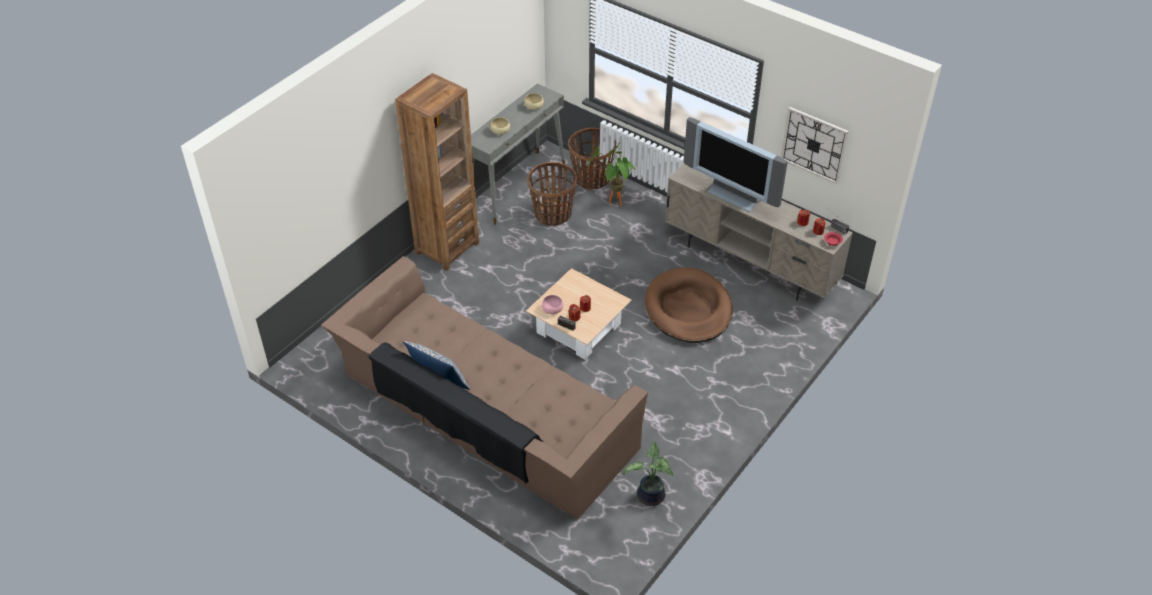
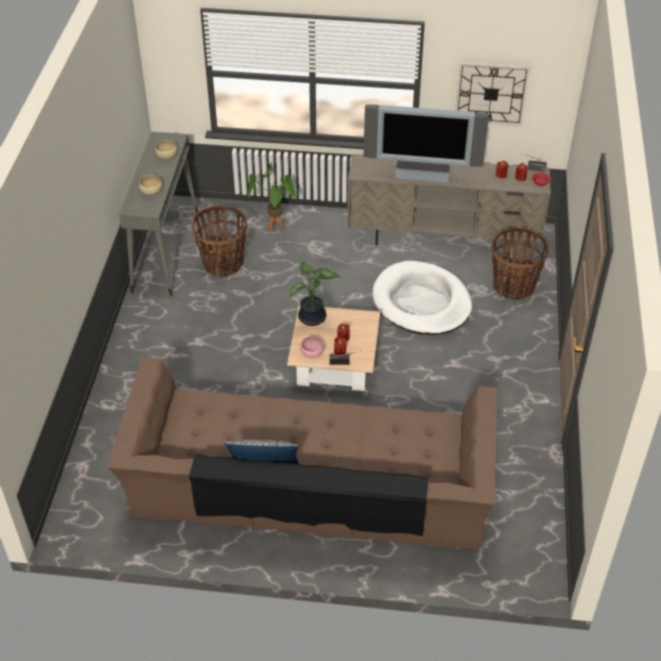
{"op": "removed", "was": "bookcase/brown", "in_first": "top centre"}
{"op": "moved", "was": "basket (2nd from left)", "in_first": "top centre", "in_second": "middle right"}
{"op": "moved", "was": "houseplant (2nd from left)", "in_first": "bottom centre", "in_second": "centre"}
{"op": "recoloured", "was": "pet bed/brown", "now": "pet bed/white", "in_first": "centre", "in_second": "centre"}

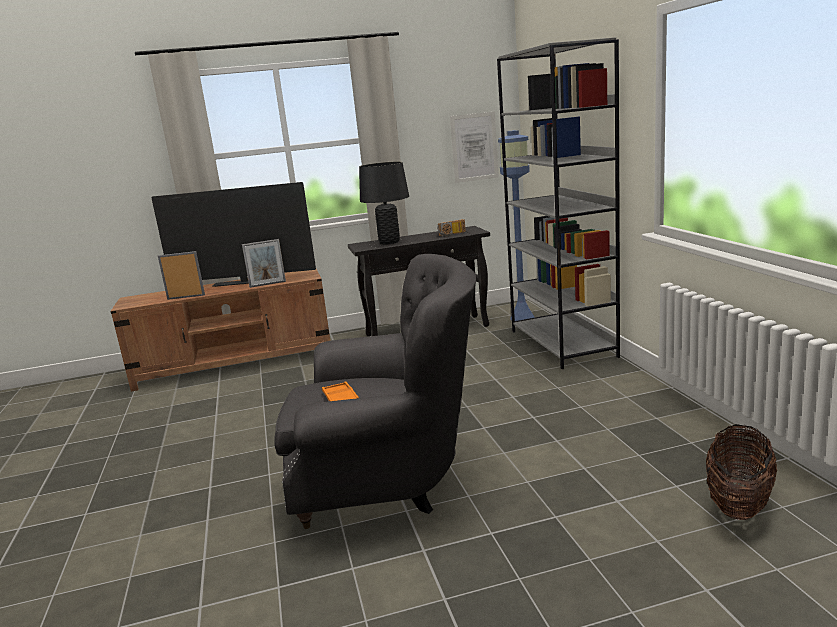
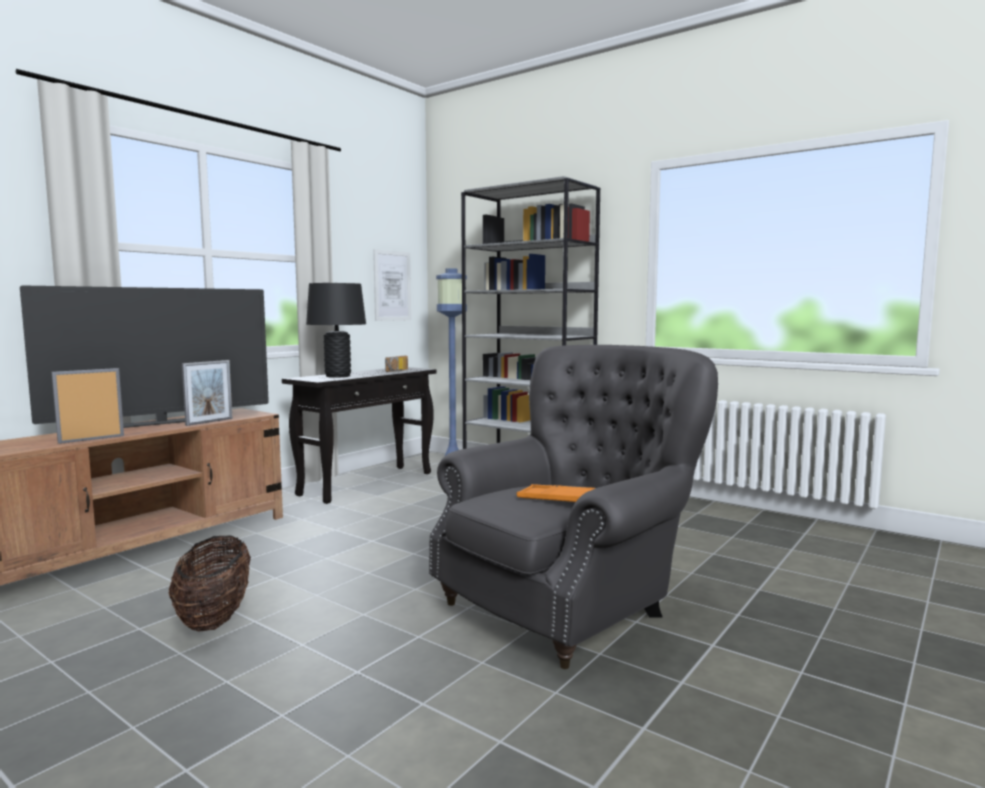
{"op": "moved", "was": "basket", "in_first": "bottom right", "in_second": "bottom left"}

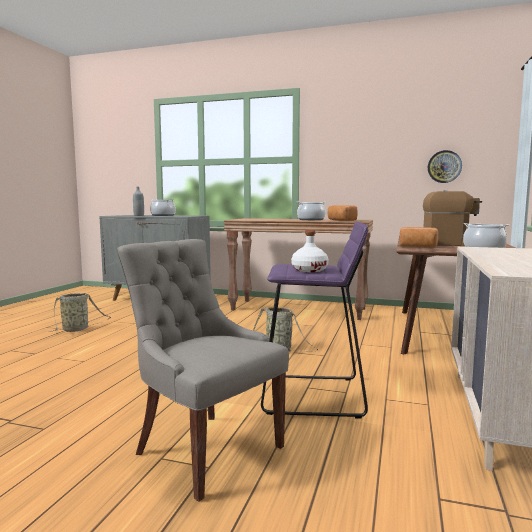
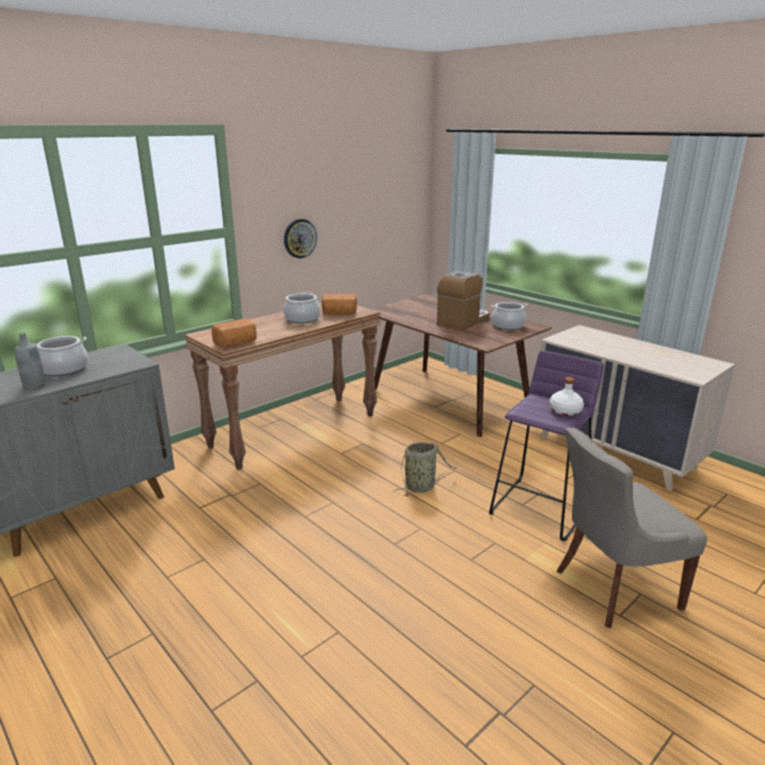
{"op": "removed", "was": "basket (1st from left)", "in_first": "middle left"}
{"op": "moved", "was": "baked bread (2nd from left in the first image)", "now": "baked bread (1st from left)", "in_first": "middle right", "in_second": "middle left"}
{"op": "moved", "was": "wall clock", "in_first": "top right", "in_second": "top centre"}

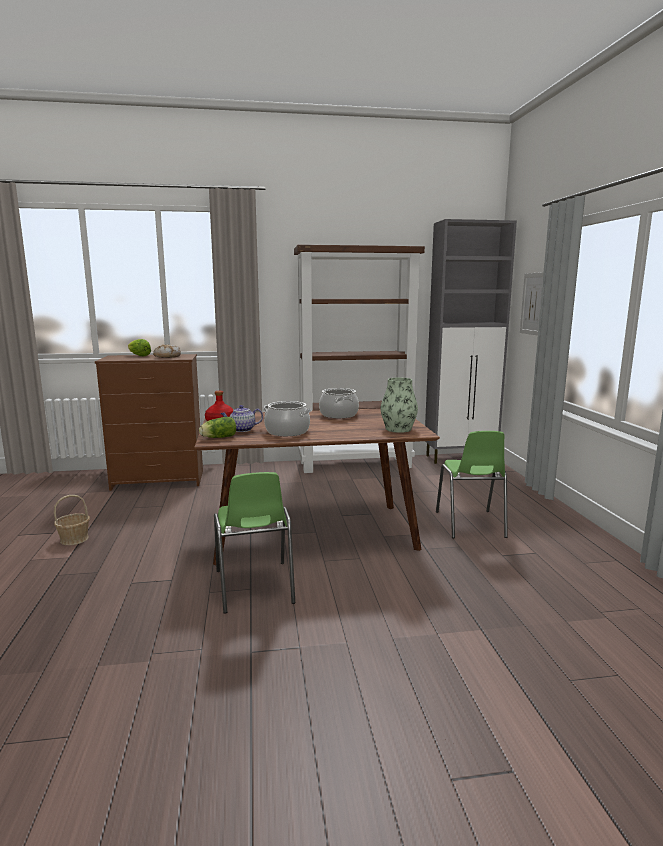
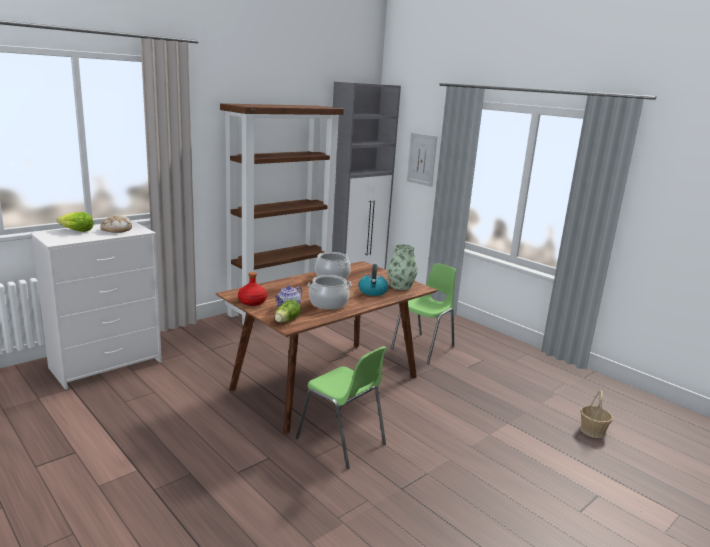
{"op": "added", "now": "water kettle", "in_second": "centre"}
{"op": "moved", "was": "basket", "in_first": "middle left", "in_second": "bottom right"}
{"op": "recoloured", "was": "chest of drawers/brown", "now": "chest of drawers/white", "in_first": "middle left", "in_second": "middle left"}
{"op": "turned", "was": "chair/greenish (2nd from left)", "in_first": "middle right", "in_second": "centre", "clockwise": -105}

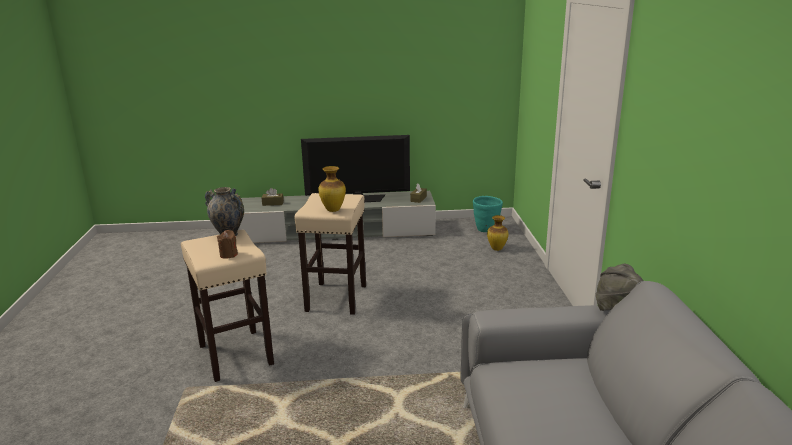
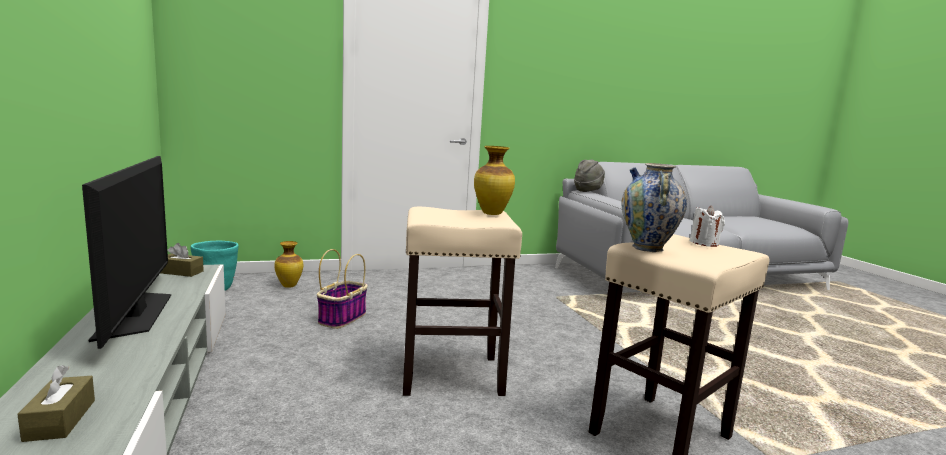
{"op": "added", "now": "basket", "in_second": "centre"}
{"op": "recoloured", "was": "candle/brown", "now": "candle/white", "in_first": "middle left", "in_second": "middle right"}

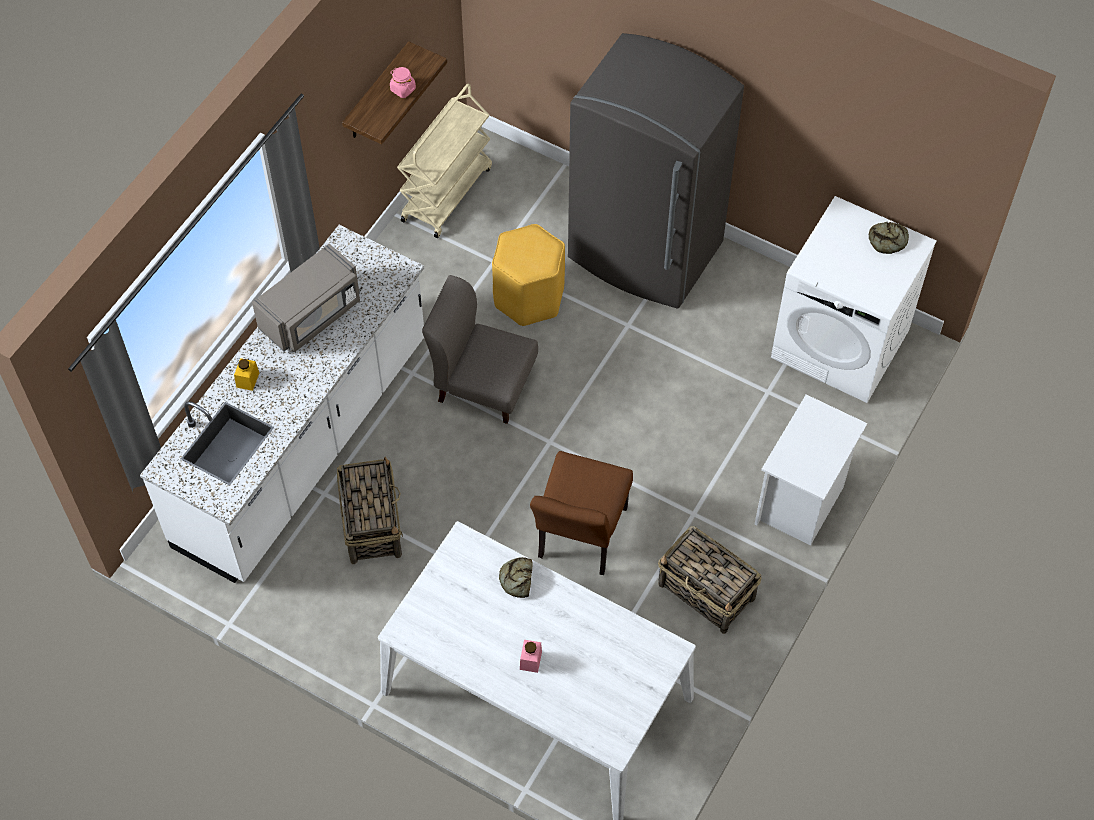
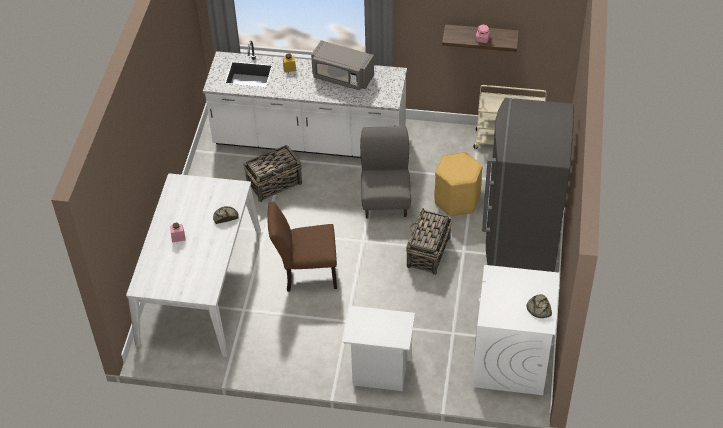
{"op": "moved", "was": "basket (2nd from left)", "in_first": "bottom centre", "in_second": "centre"}

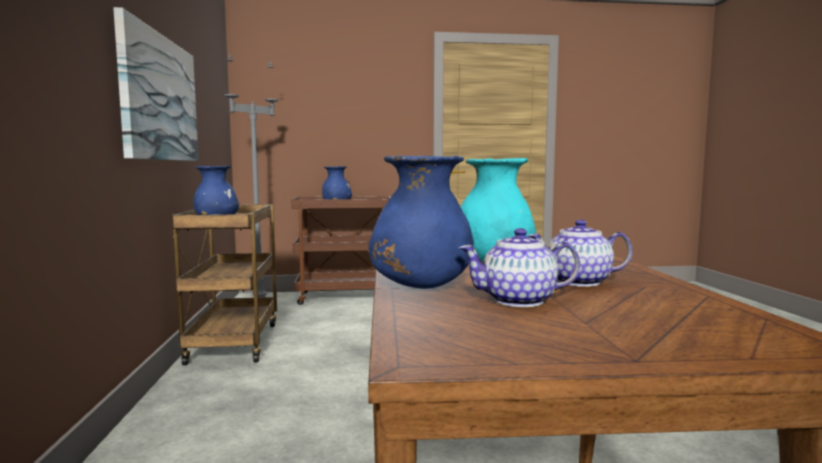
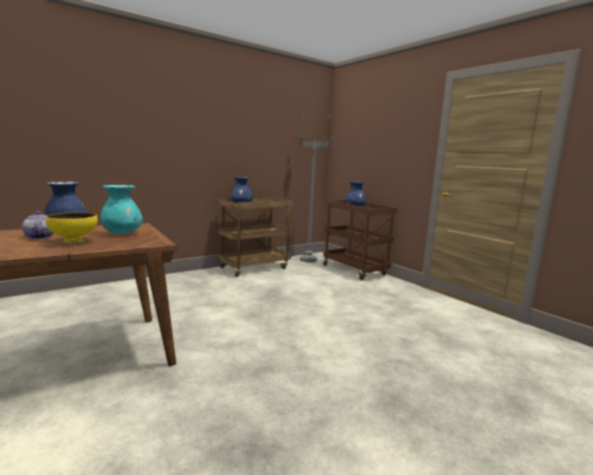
{"op": "removed", "was": "wall picture", "in_first": "top left"}
{"op": "replaced", "was": "tea pot (2nd from left)", "now": "deep dish/yellow-coloured", "in_first": "middle right", "in_second": "middle left"}

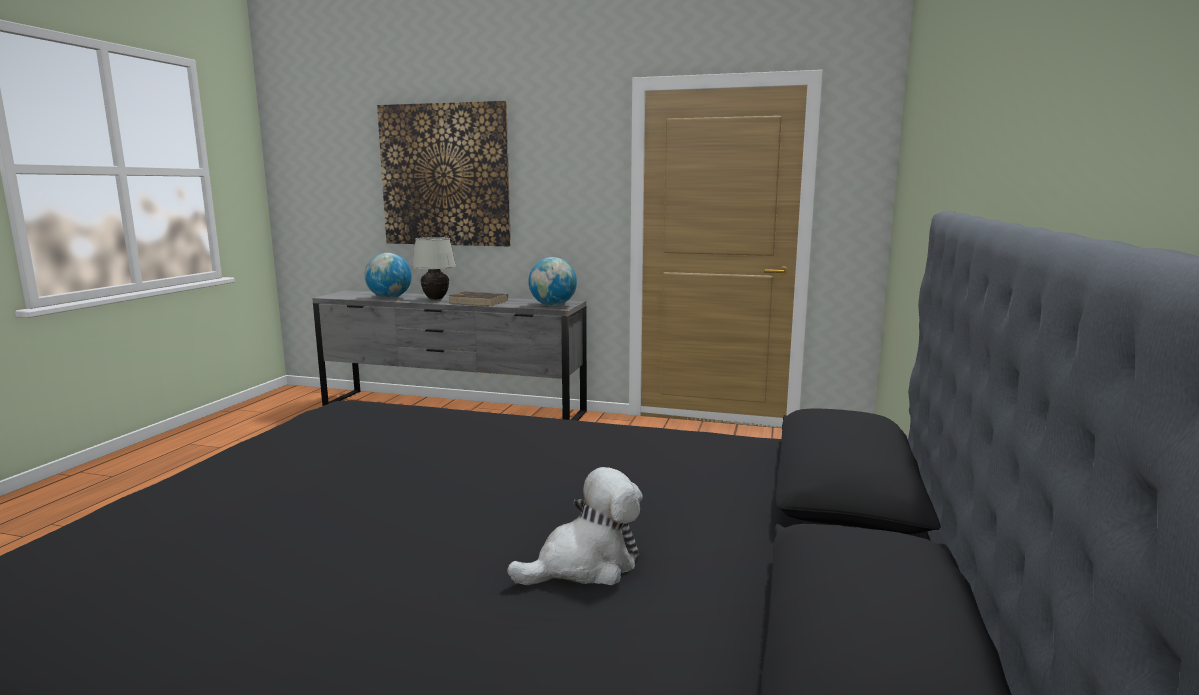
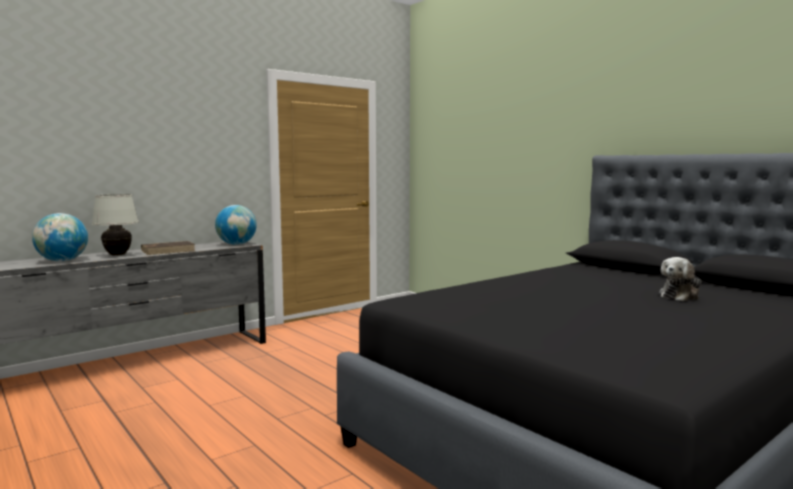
{"op": "removed", "was": "wall picture", "in_first": "top centre"}
{"op": "turned", "was": "soft toy", "in_first": "bottom centre", "in_second": "middle right", "clockwise": -135}

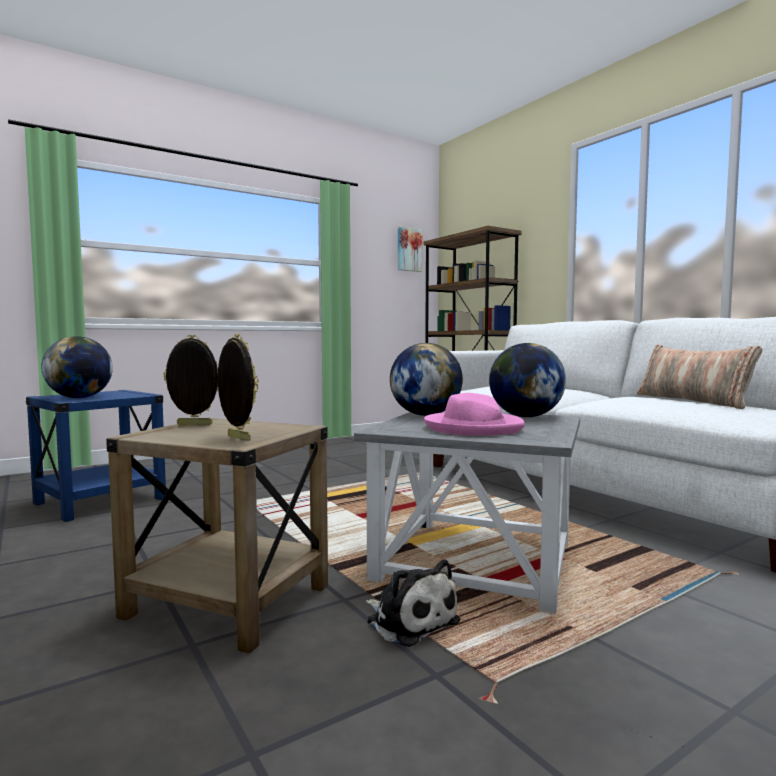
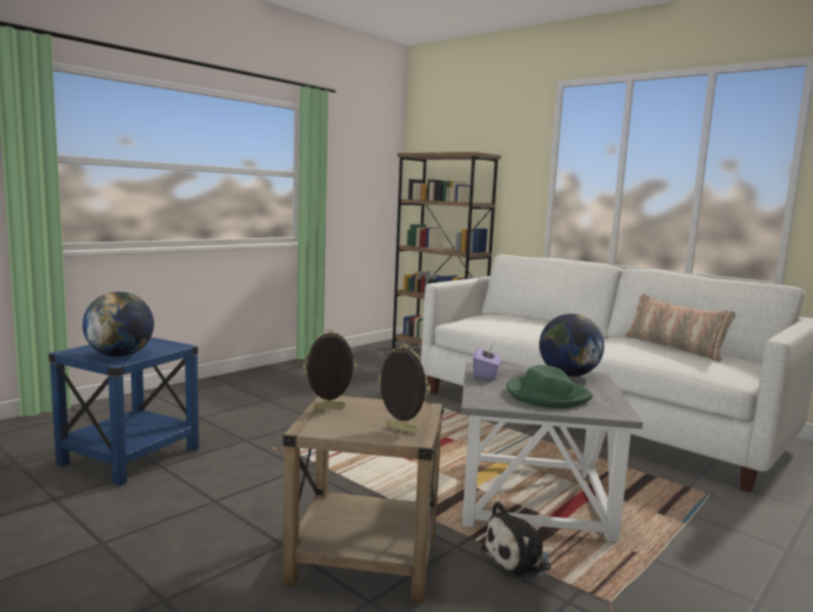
{"op": "removed", "was": "wall picture", "in_first": "top centre"}
{"op": "replaced", "was": "globe (2nd from left)", "now": "box of tissues/purple", "in_first": "centre", "in_second": "centre"}
{"op": "recoloured", "was": "wearable hat/pink", "now": "wearable hat/greenish", "in_first": "centre", "in_second": "middle right"}
{"op": "turned", "was": "soft toy", "in_first": "bottom centre", "in_second": "bottom centre", "clockwise": 120}

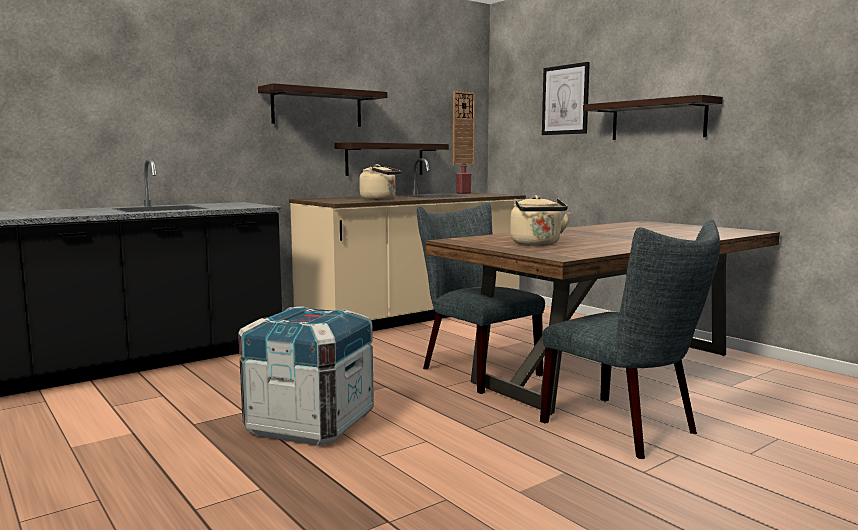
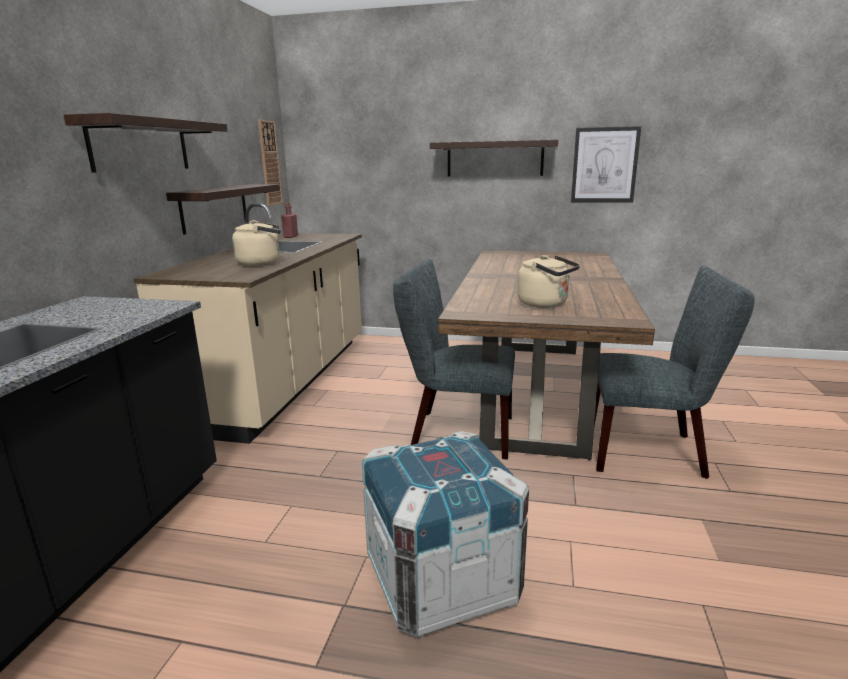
{"op": "moved", "was": "wall picture", "in_first": "top centre", "in_second": "top right"}

